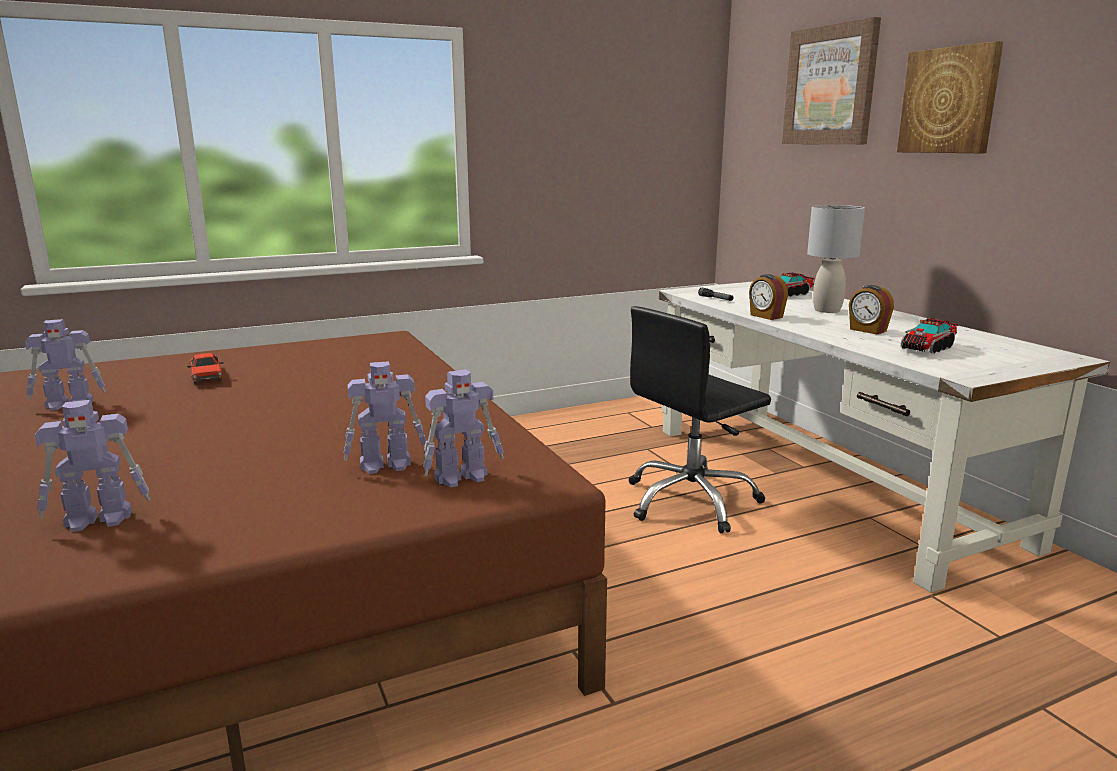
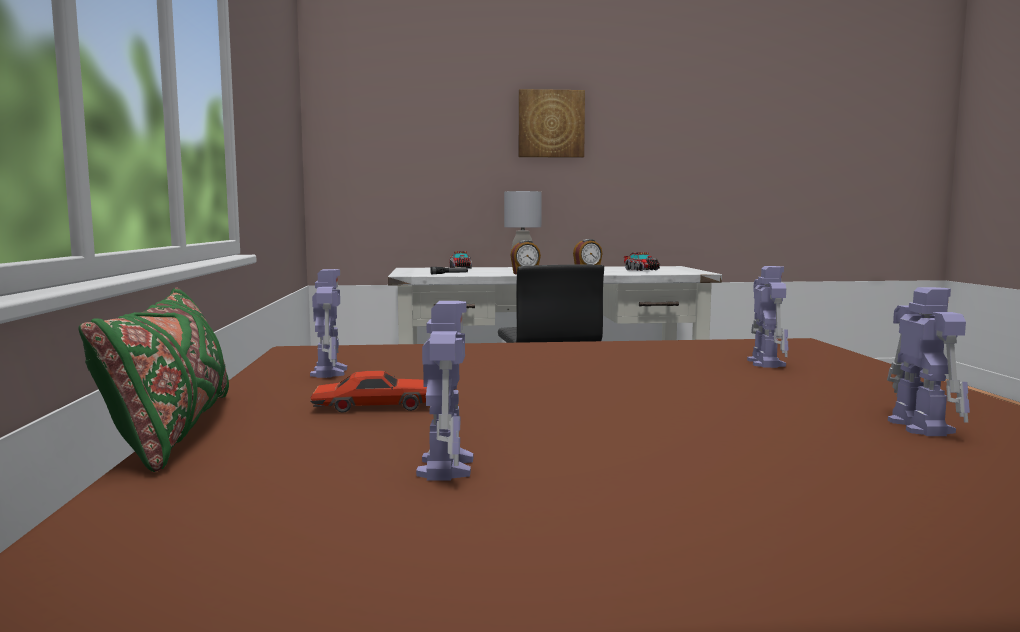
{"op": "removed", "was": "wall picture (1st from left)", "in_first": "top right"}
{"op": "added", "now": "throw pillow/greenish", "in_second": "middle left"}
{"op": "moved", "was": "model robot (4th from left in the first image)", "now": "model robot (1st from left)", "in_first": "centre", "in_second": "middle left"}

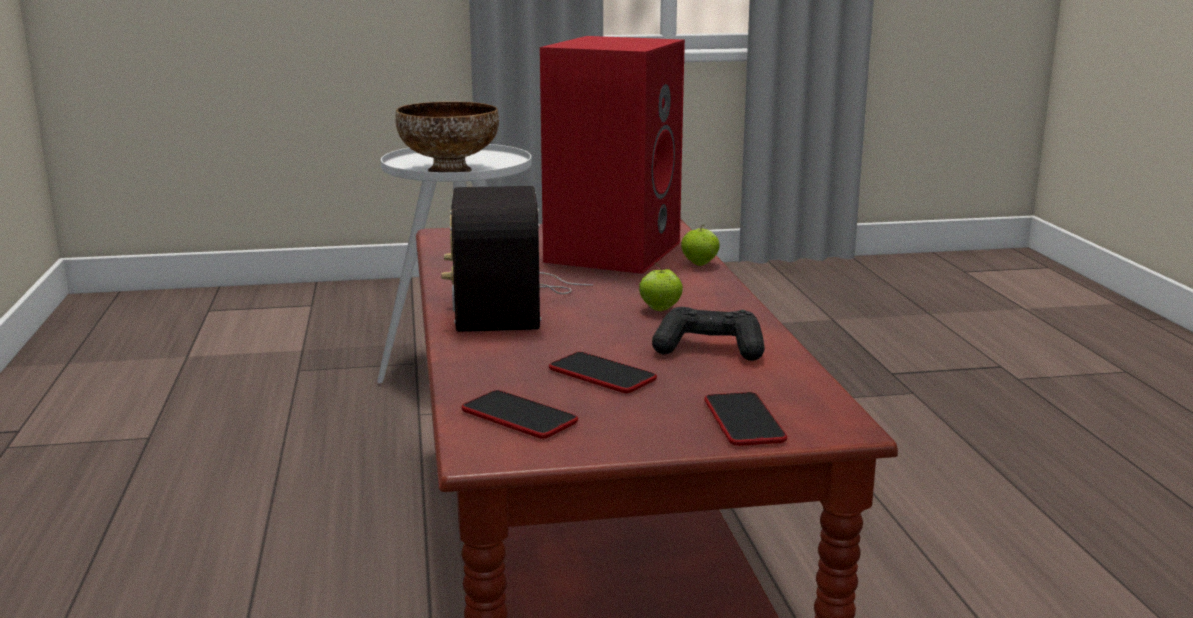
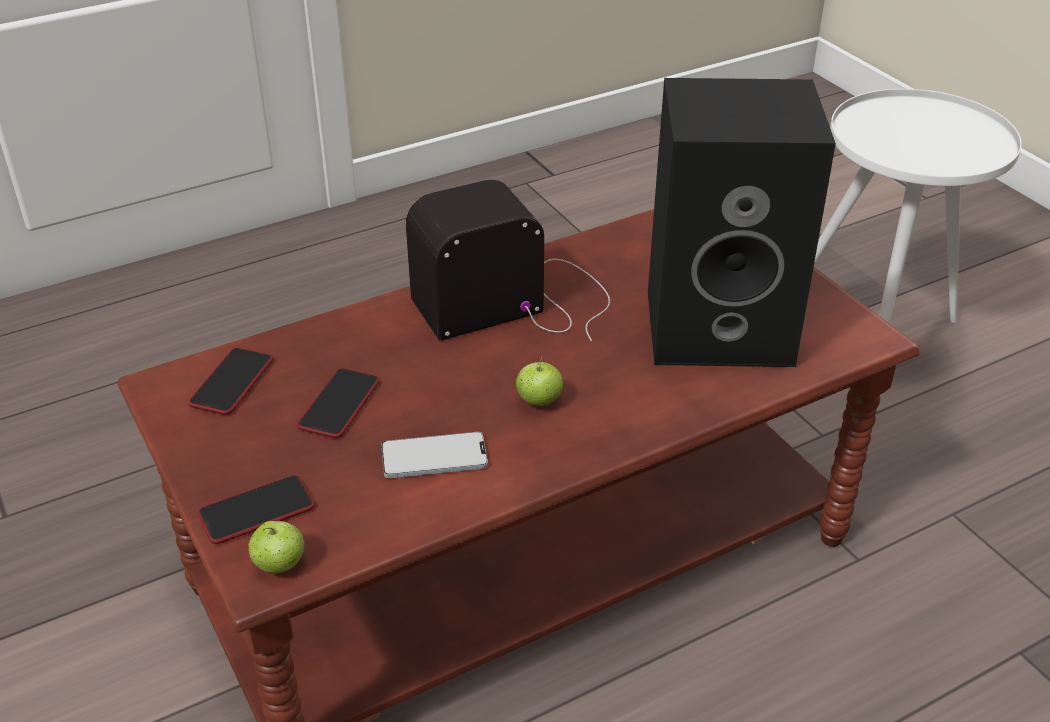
{"op": "removed", "was": "deep dish", "in_first": "top centre"}
{"op": "moved", "was": "apple fruit (2nd from left in the first image)", "now": "apple fruit (1st from left)", "in_first": "centre", "in_second": "bottom left"}
{"op": "replaced", "was": "joypad/black-coloured", "now": "handset (4th from left)", "in_first": "centre", "in_second": "centre"}
{"op": "recoloured", "was": "speaker/reddish", "now": "speaker/black-coloured", "in_first": "top centre", "in_second": "top right"}

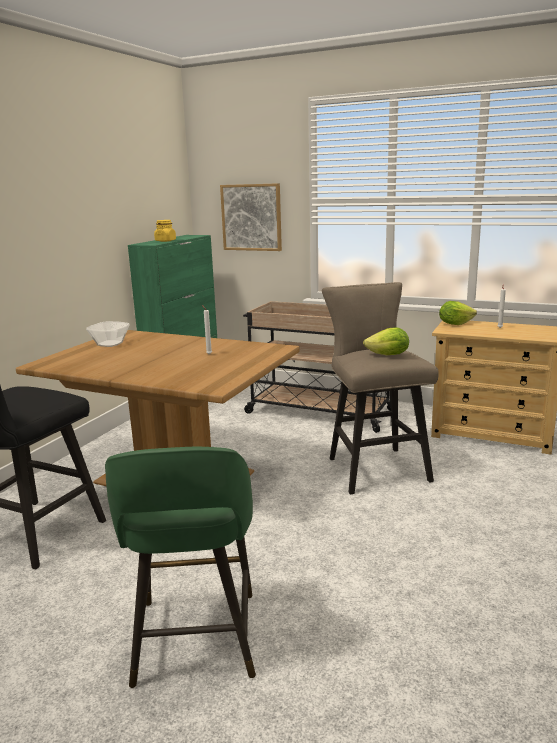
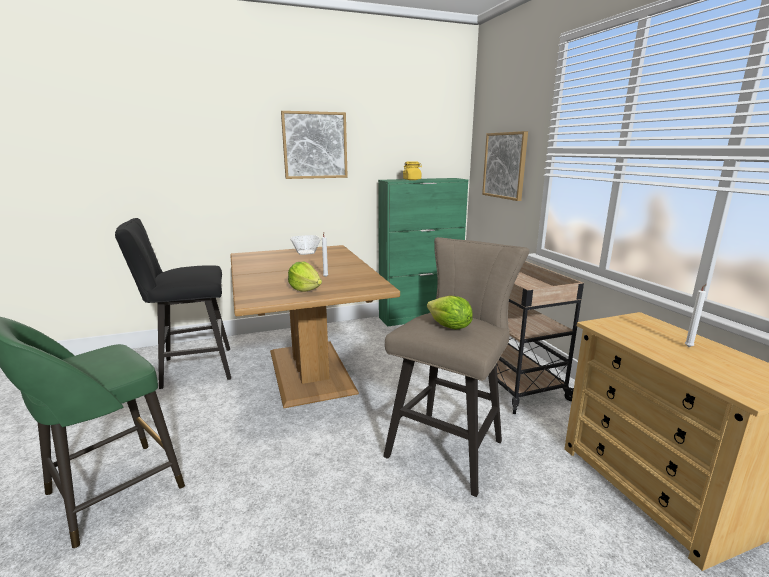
{"op": "added", "now": "wall picture (1st from left)", "in_second": "top centre"}
{"op": "moved", "was": "lettuce (2nd from left in the first image)", "now": "lettuce (1st from left)", "in_first": "middle right", "in_second": "centre"}

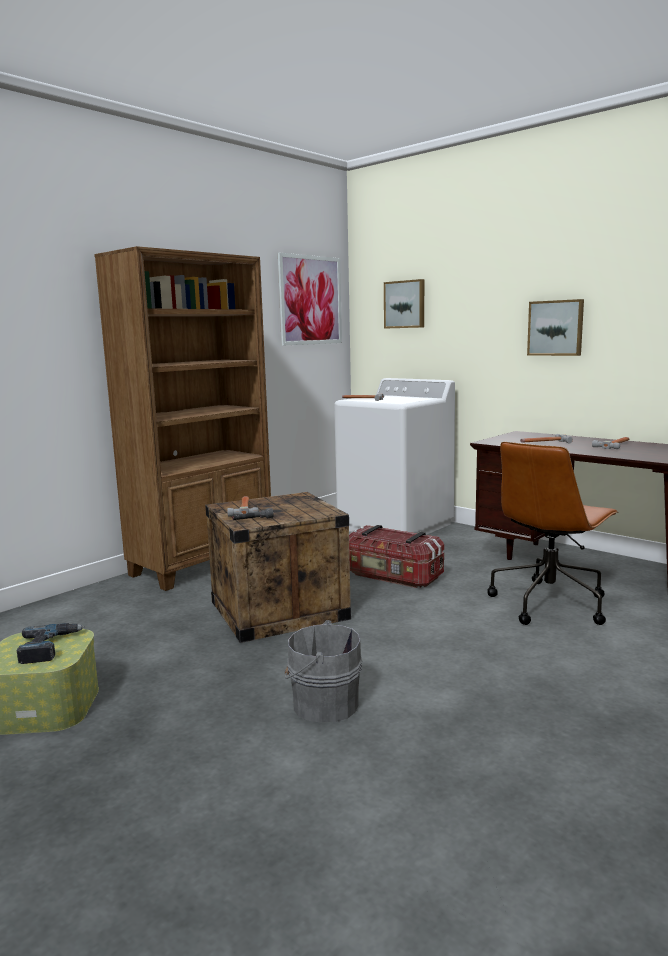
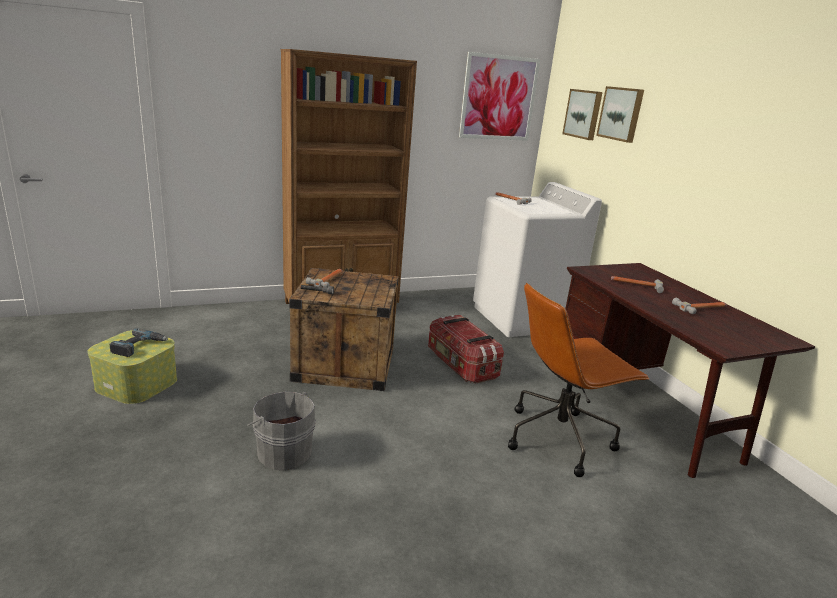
{"op": "moved", "was": "wall picture (3rd from left)", "in_first": "middle right", "in_second": "top right"}

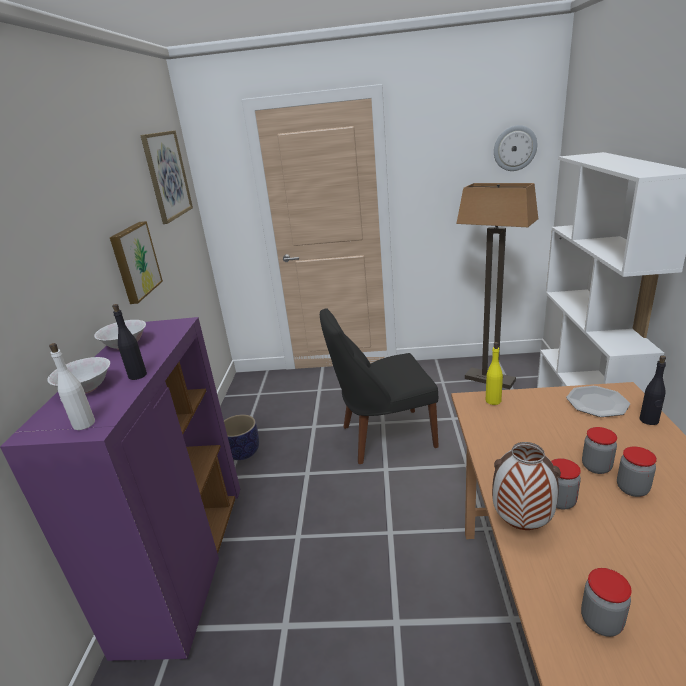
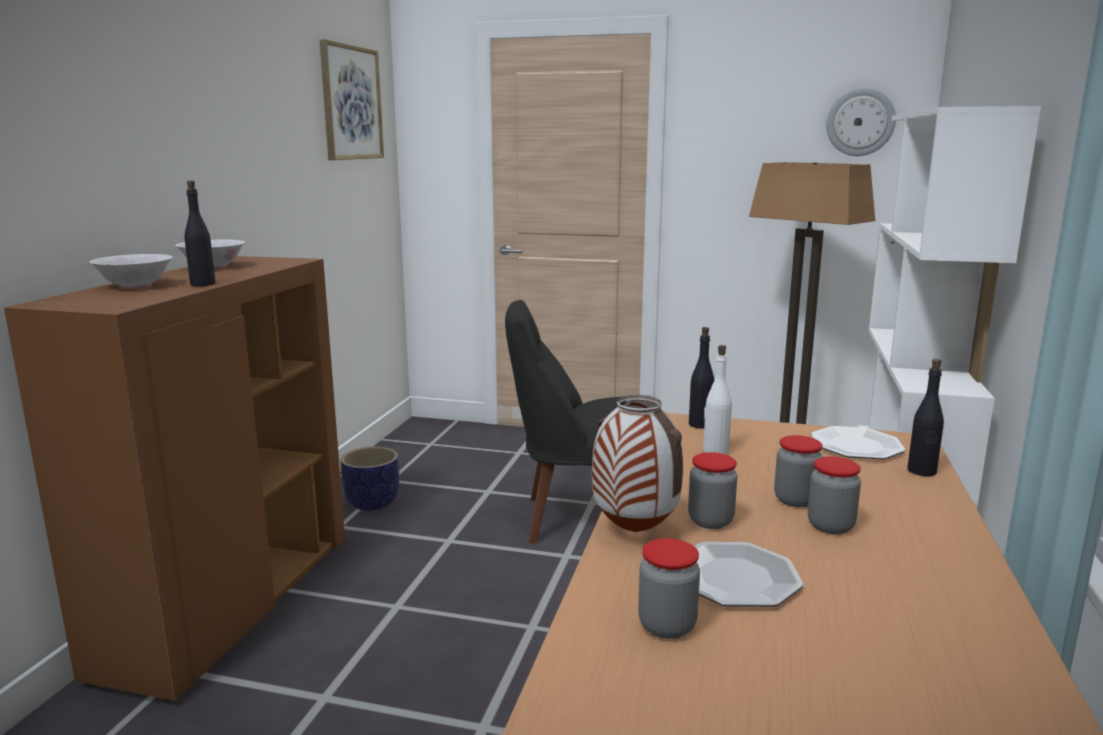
{"op": "removed", "was": "wall picture (1st from left)", "in_first": "middle left"}
{"op": "added", "now": "dinner plate (1st from left)", "in_second": "bottom right"}
{"op": "moved", "was": "bottle/white", "in_first": "middle left", "in_second": "centre"}
{"op": "recoloured", "was": "storage cabinet/purple", "now": "storage cabinet/brown", "in_first": "bottom left", "in_second": "middle left"}
{"op": "recoloured", "was": "bottle/yellow-coloured", "now": "bottle/black-coloured (2nd from left)", "in_first": "middle right", "in_second": "centre"}

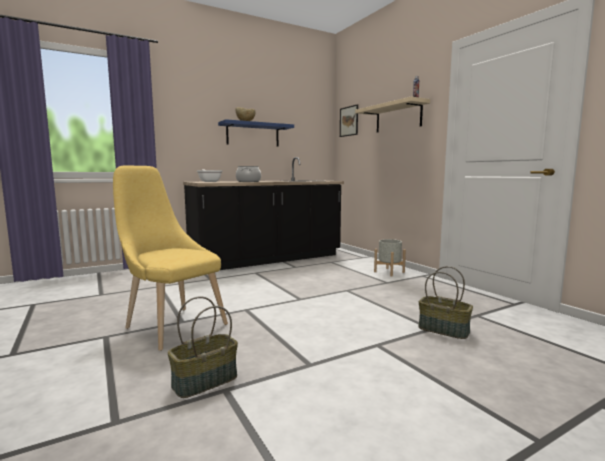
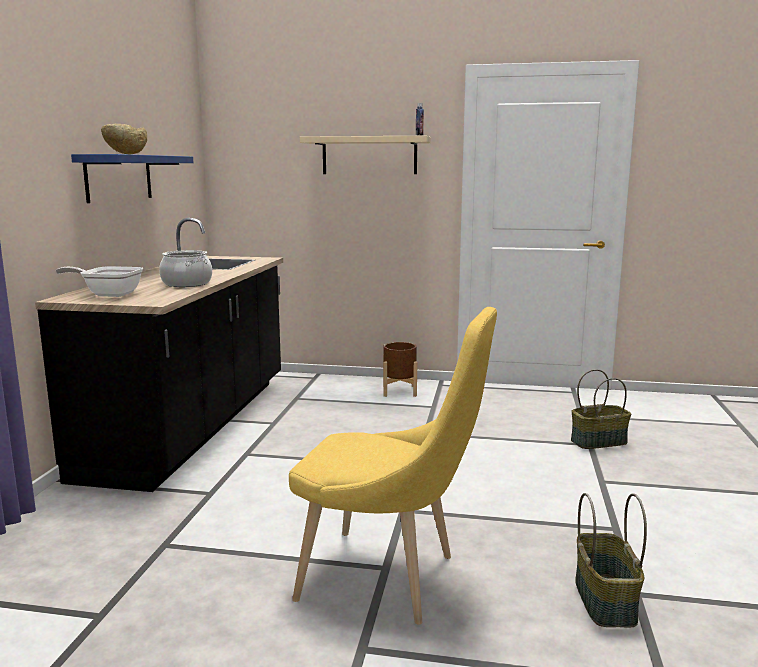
{"op": "removed", "was": "wall picture", "in_first": "top centre"}
{"op": "recoloured", "was": "flower pot/greyish", "now": "flower pot/brown", "in_first": "centre", "in_second": "centre"}
{"op": "turned", "was": "chair/yellow-coloured", "in_first": "middle left", "in_second": "bottom centre", "clockwise": -150}

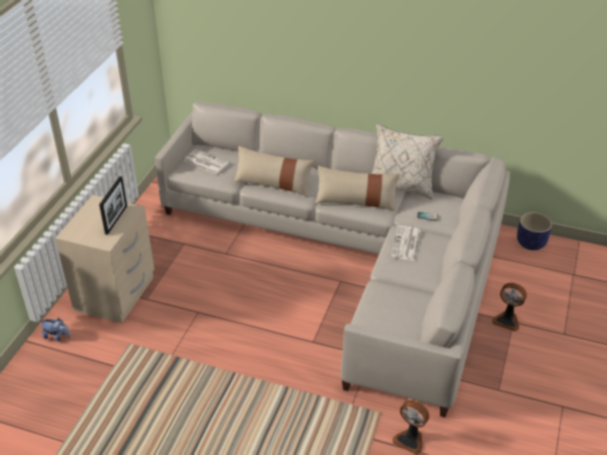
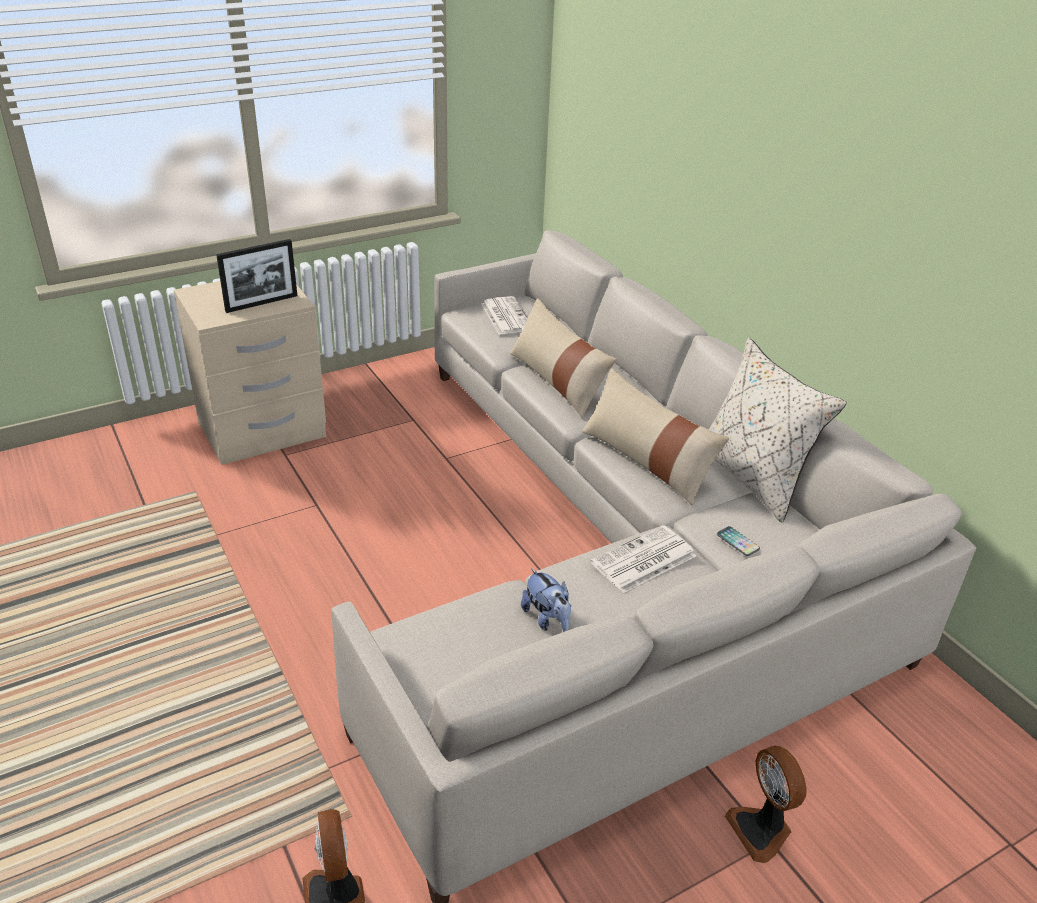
{"op": "removed", "was": "flower pot", "in_first": "middle right"}
{"op": "moved", "was": "soft toy", "in_first": "bottom left", "in_second": "centre"}

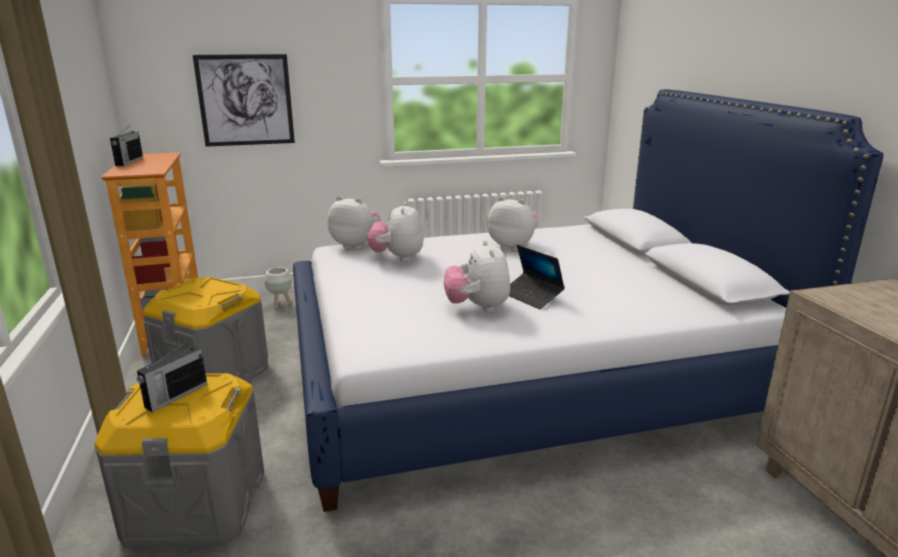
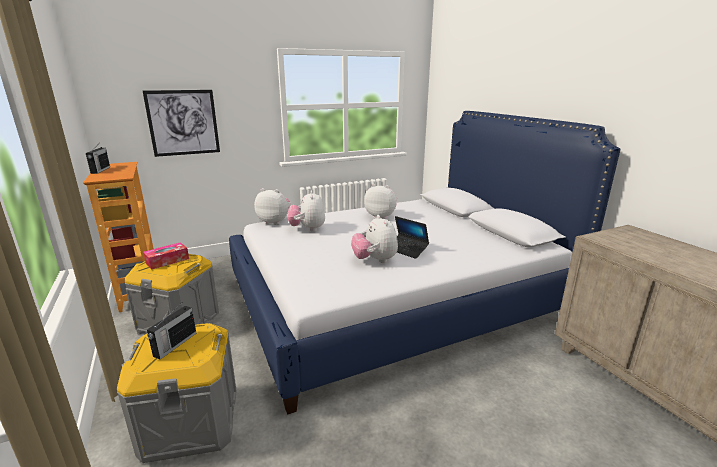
{"op": "removed", "was": "flower pot/white", "in_first": "middle left"}
{"op": "added", "now": "box of tissues", "in_second": "middle left"}

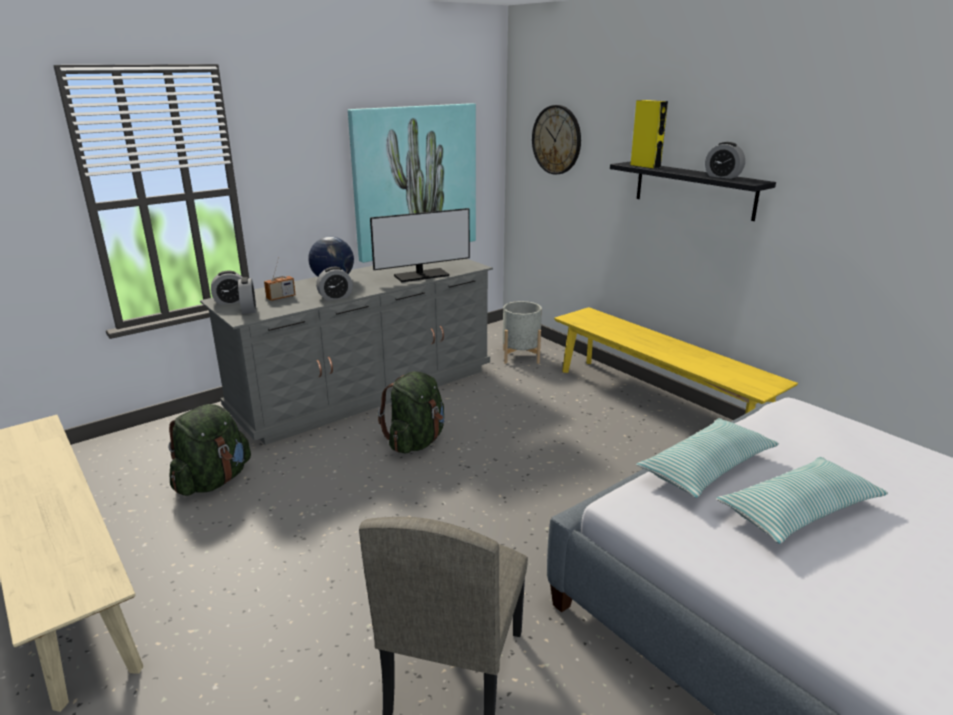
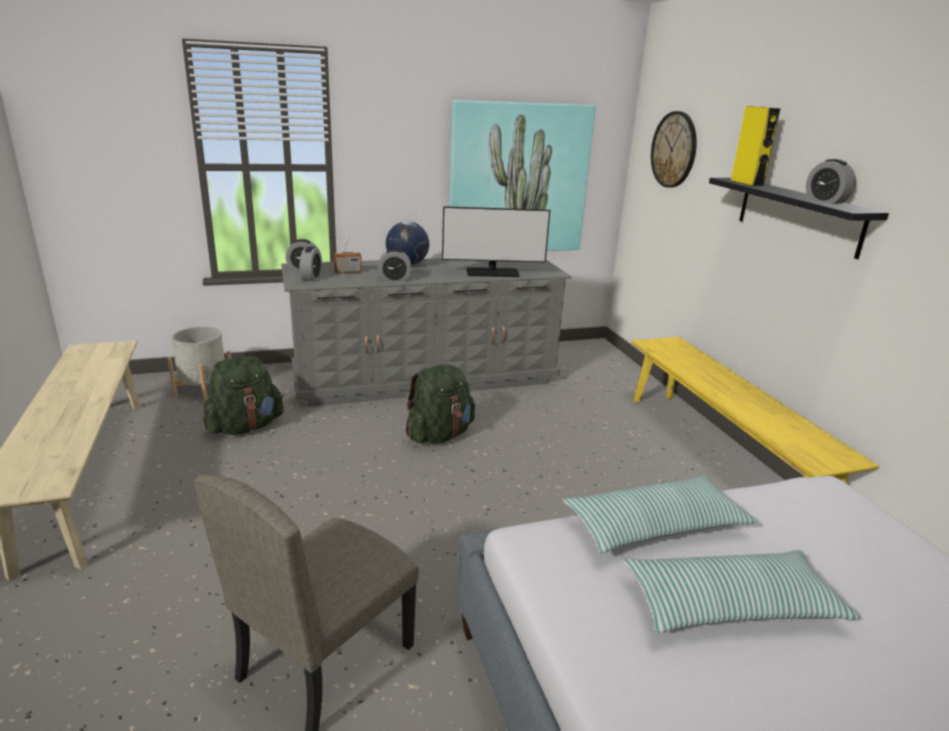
{"op": "moved", "was": "flower pot/greyish", "in_first": "centre", "in_second": "middle left"}

